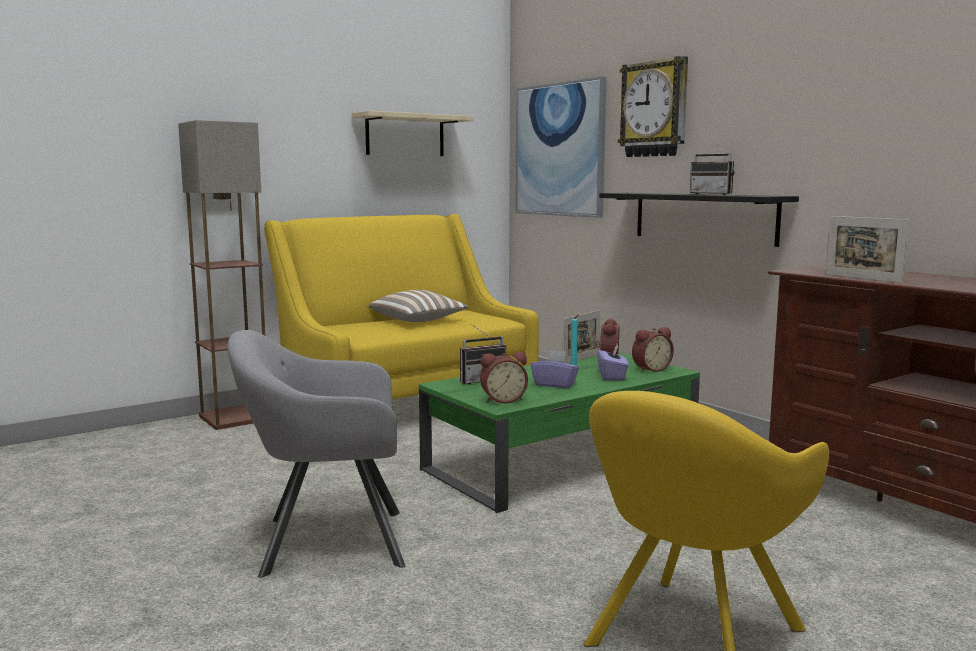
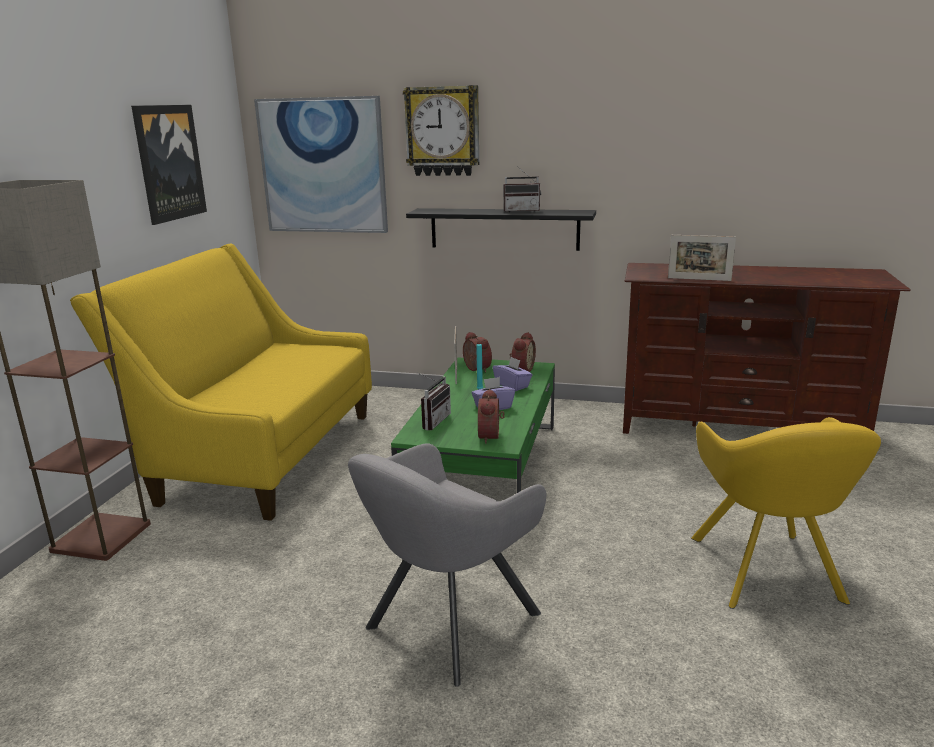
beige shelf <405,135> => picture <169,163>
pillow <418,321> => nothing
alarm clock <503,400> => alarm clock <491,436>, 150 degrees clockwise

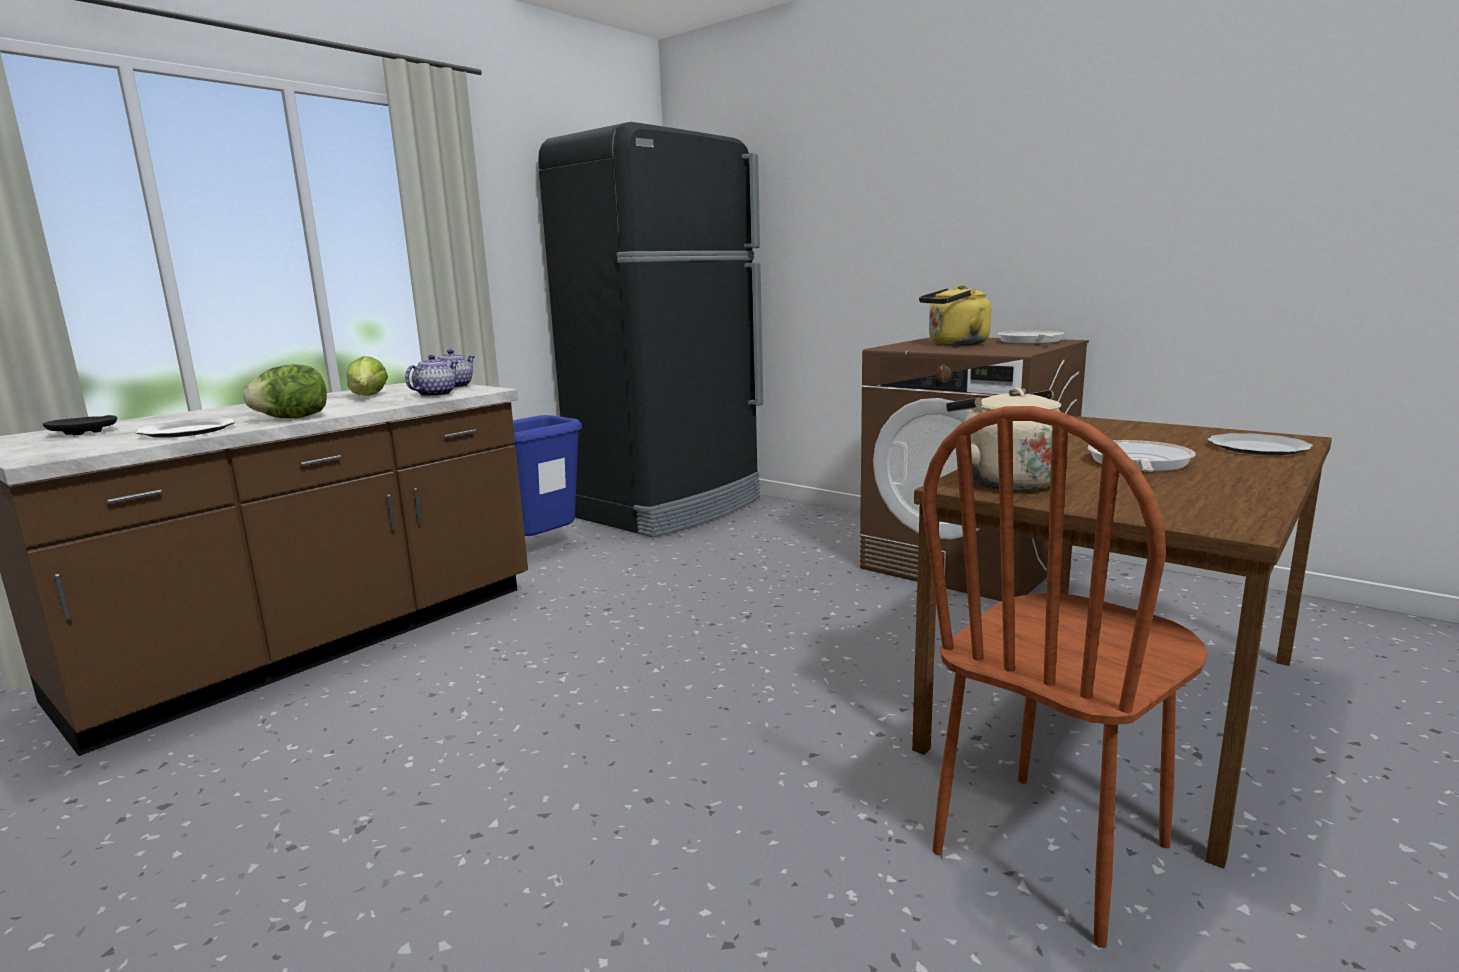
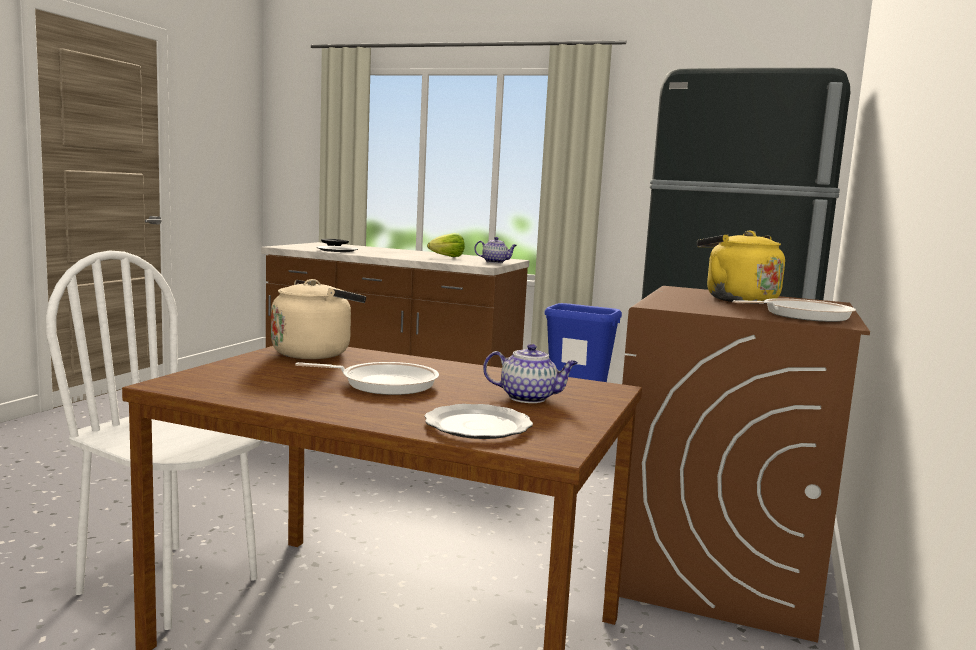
lettuce <293,418> => nothing
teapot <436,394> => teapot <529,398>, shifted
brown chair <1052,850> => white chair <170,585>

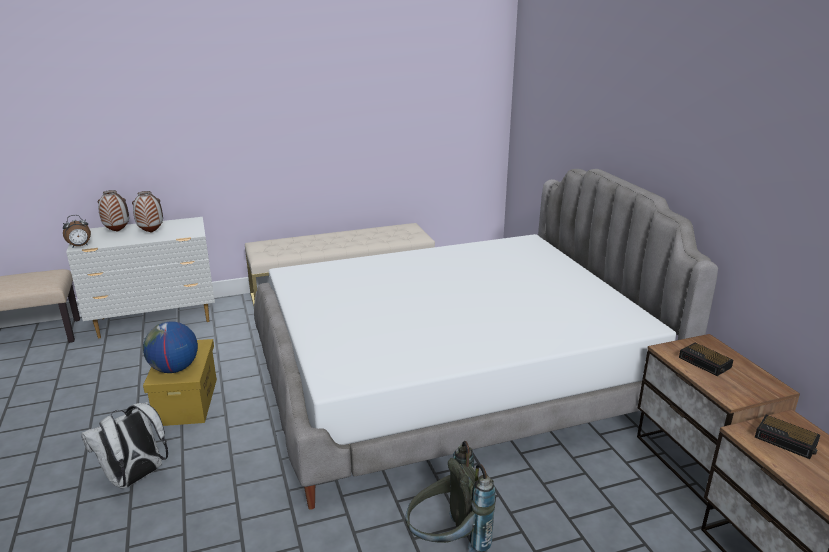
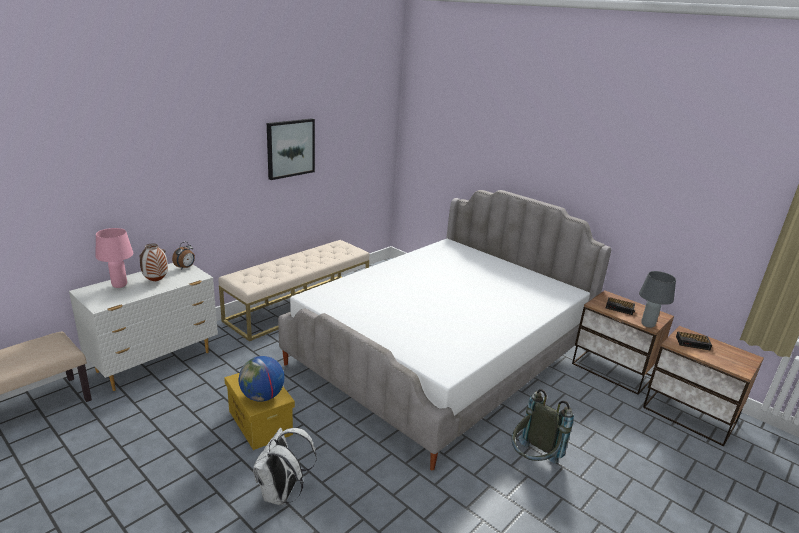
alarm clock <80,246> => alarm clock <185,267>, shifted
vase <117,231> => pink table lamp <119,285>
nothing => picture <290,148>
nothing => grey table lamp <647,324>

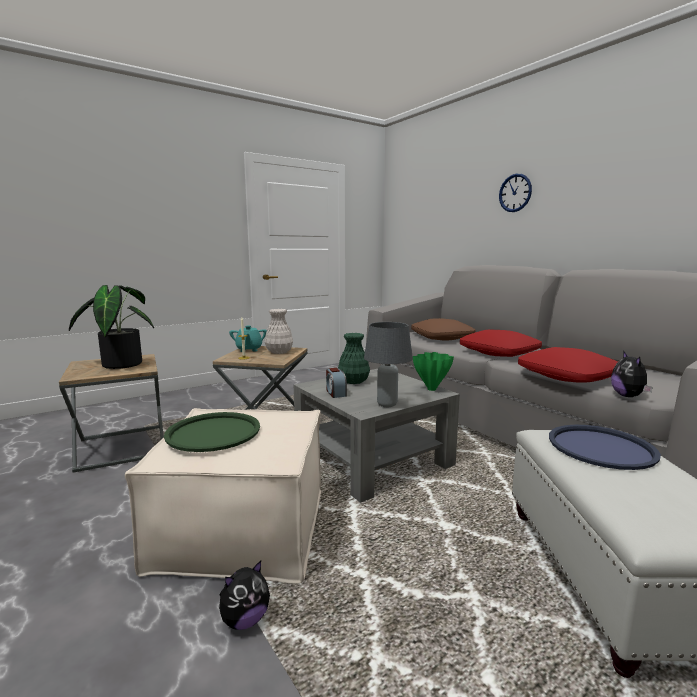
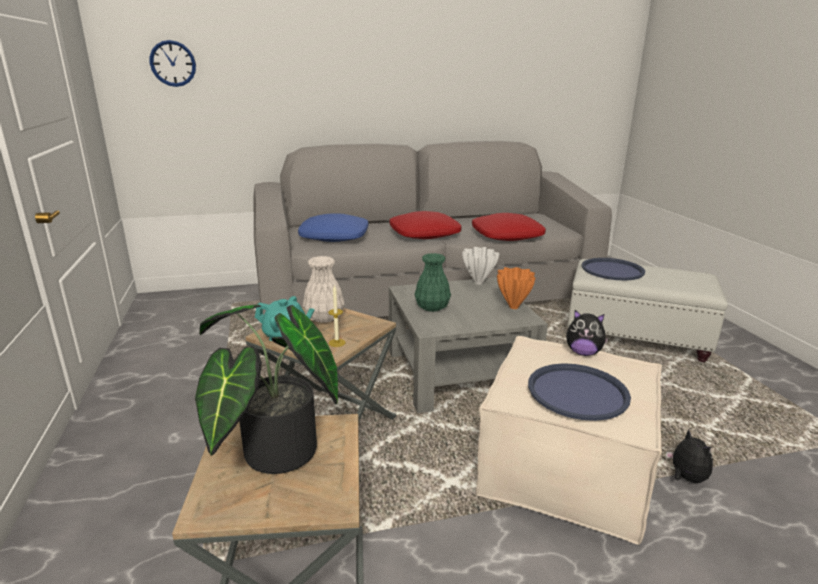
green tray <213,432> => blue tray <577,392>
alarm clock <335,393> => nothing
grey table lamp <387,405> => orange vase <513,307>
brown pillow <442,337> => blue pillow <334,237>
green vase <432,389> => white vase <478,282>
wall clock <515,193> => wall clock <173,63>, shifted
plush toy <628,396> => plush toy <583,353>, shifted

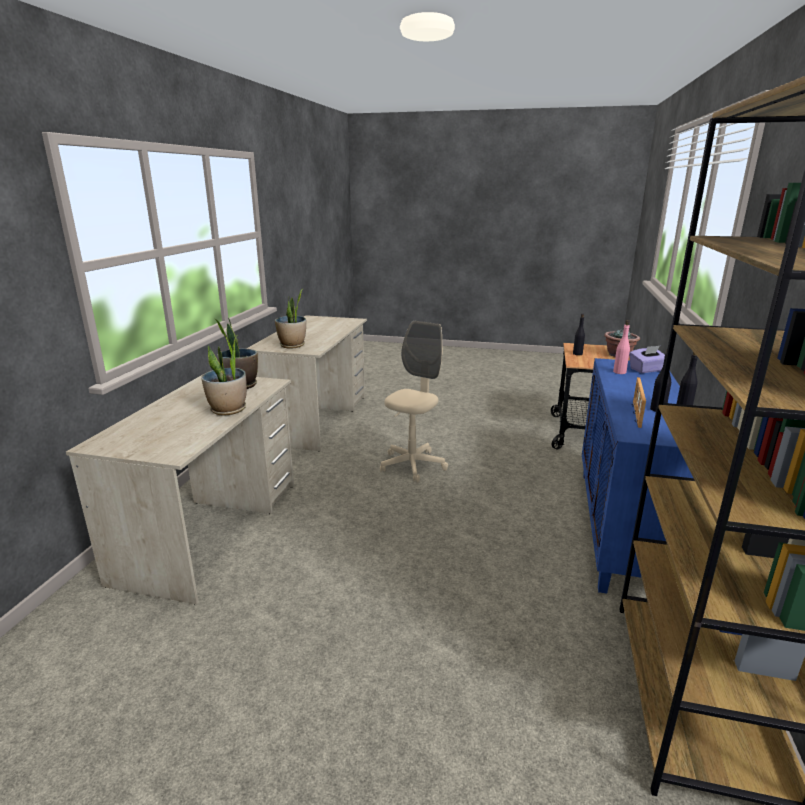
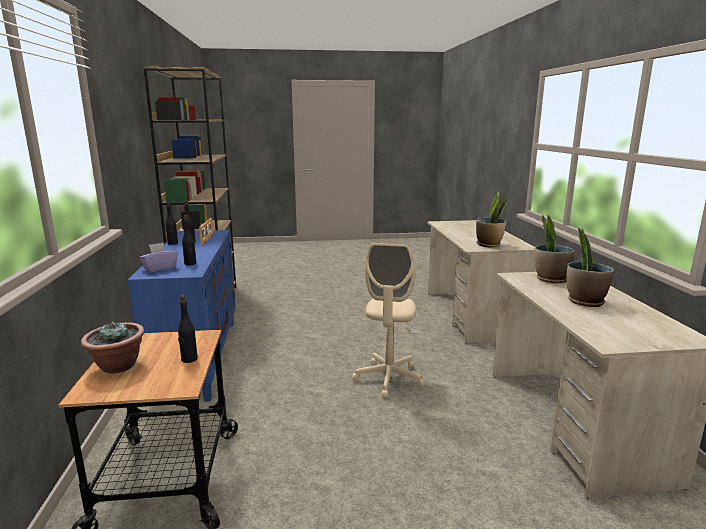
potted plant <228,410> => potted plant <584,301>, shifted
pink bottle <619,372> => black bottle <190,264>

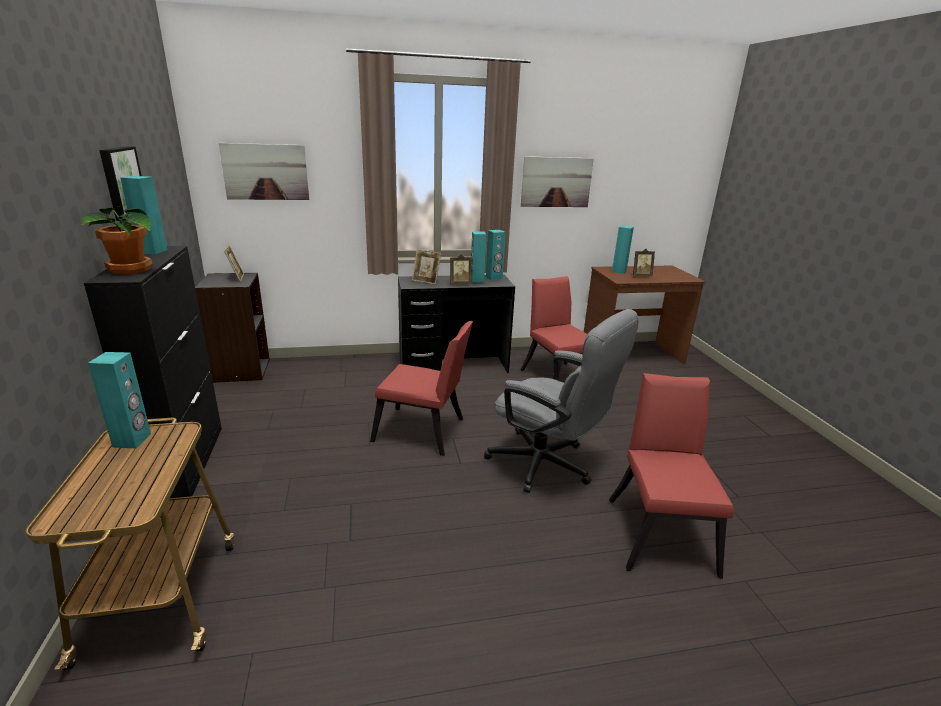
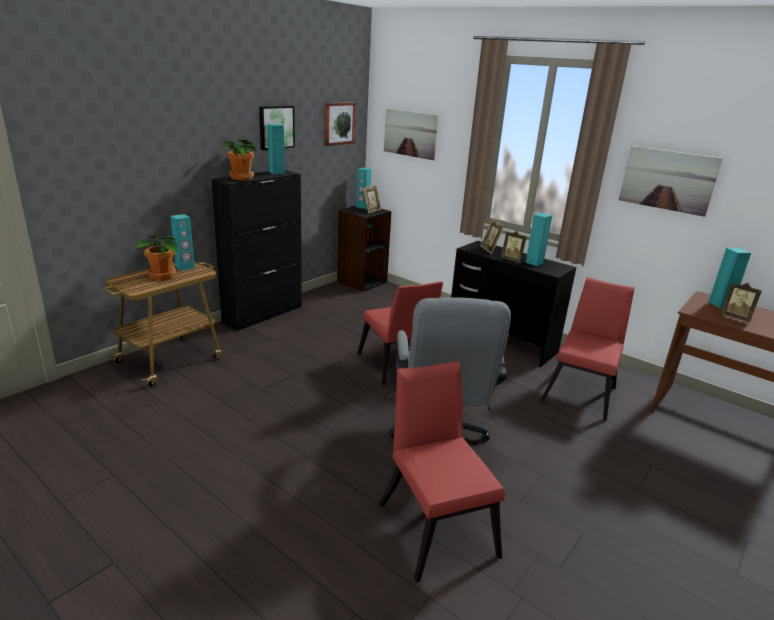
turquoise speaker <494,278> => turquoise speaker <362,207>, shifted
red chair <660,530> => red chair <435,523>, 75 degrees counterclockwise
nothing => potted plant <162,276>
nothing => picture <338,123>

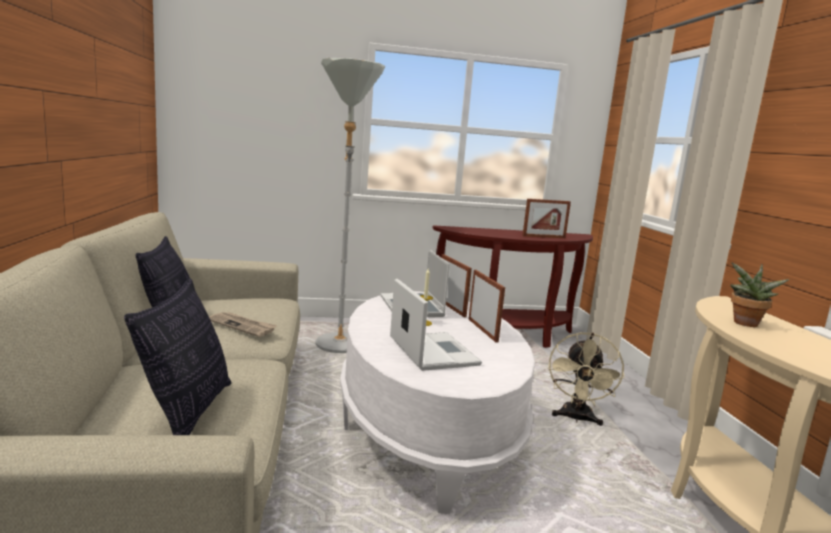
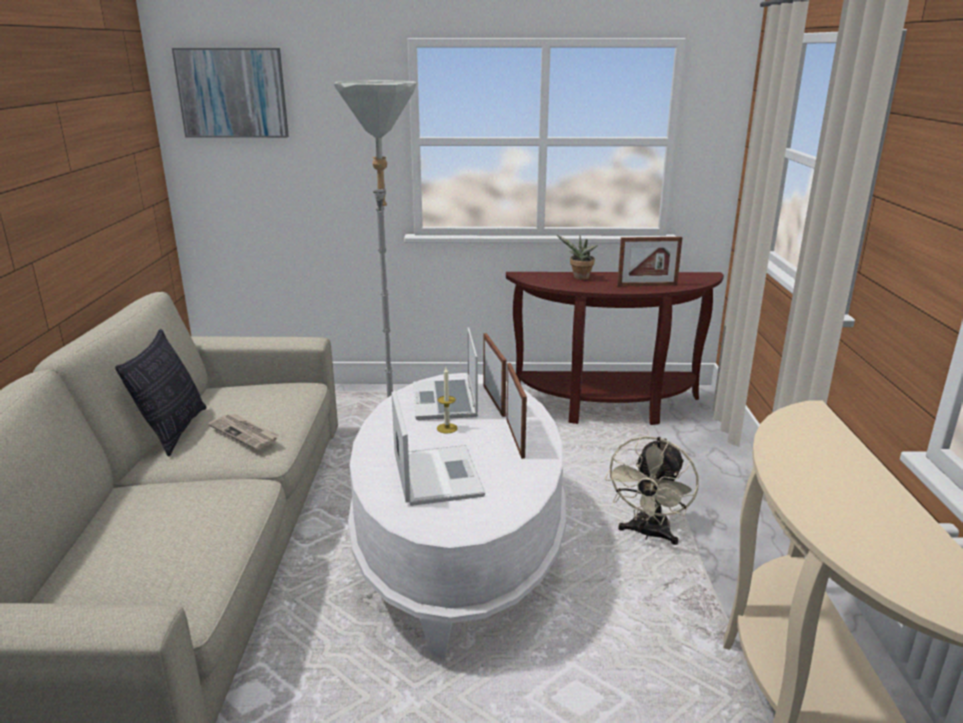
pillow <188,413> => nothing
potted plant <745,324> => potted plant <579,278>, shifted
nothing => picture <232,93>

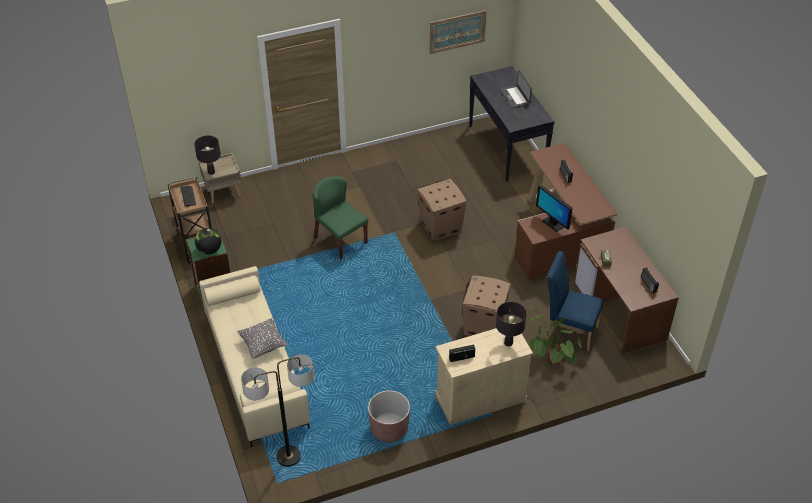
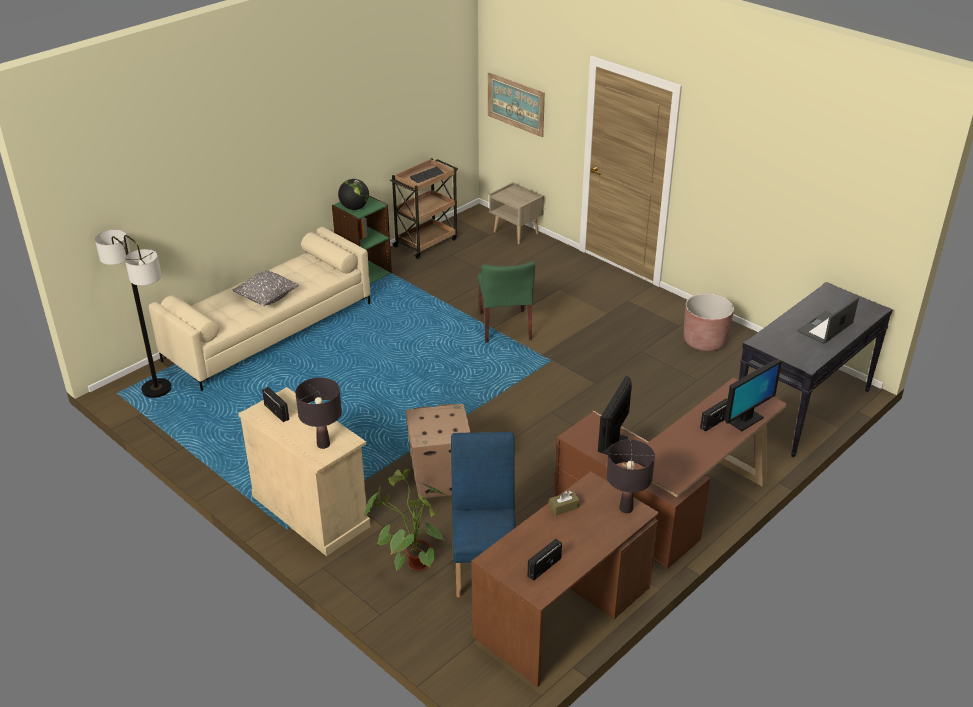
black table lamp <211,172> => black table lamp <626,509>, shifted
green chair <340,240> => green chair <505,326>, 150 degrees clockwise
brown planter <389,429> => brown planter <704,341>, shifted
cardboard box <440,227> => nothing
picture <457,31> => picture <516,104>, shifted
nothing => monitor <745,420>

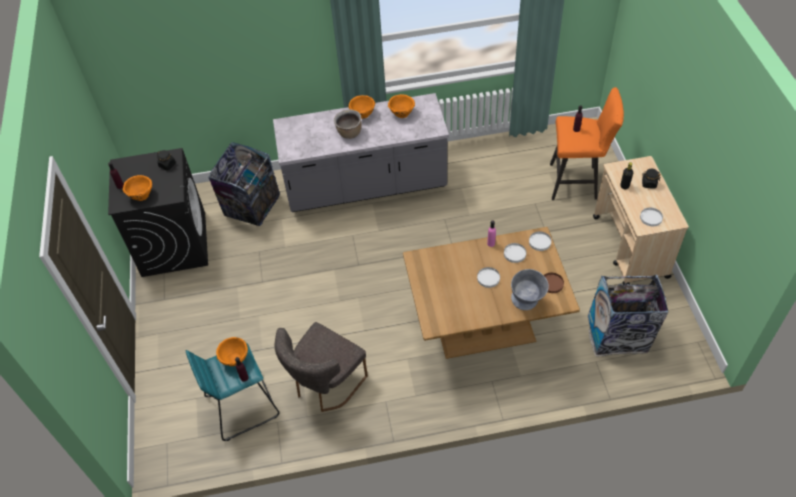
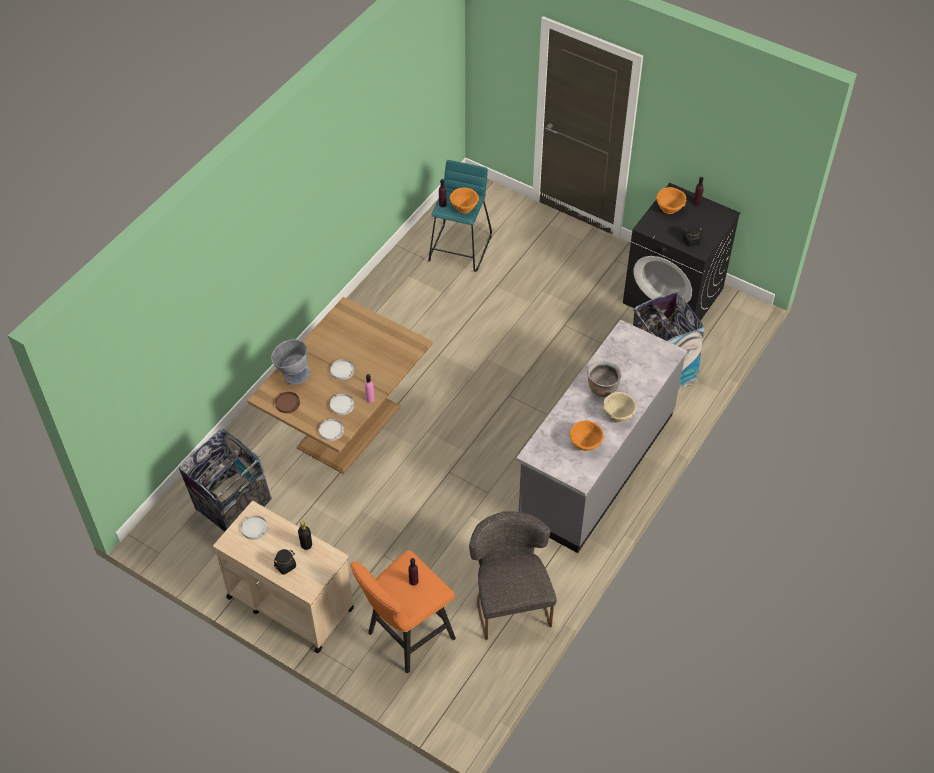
grey chair <325,385> => grey chair <510,601>, shifted
orange bowl <362,114> => beige bowl <618,415>

